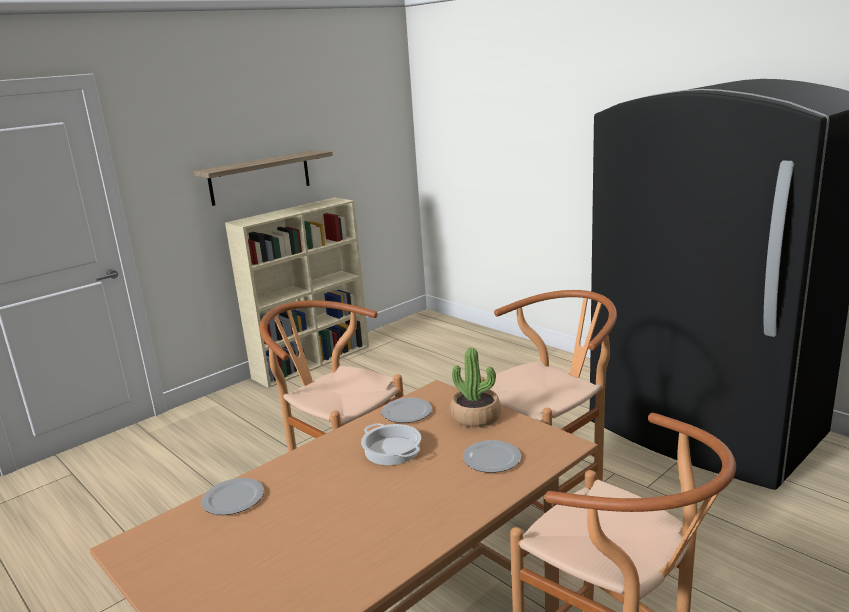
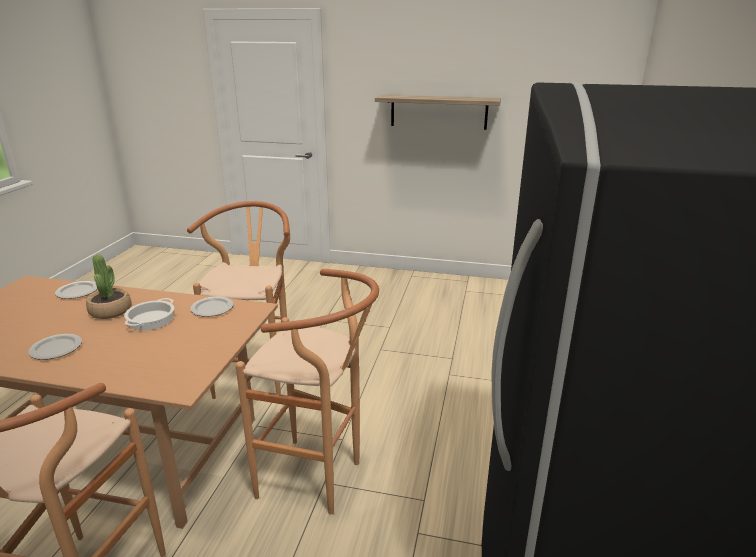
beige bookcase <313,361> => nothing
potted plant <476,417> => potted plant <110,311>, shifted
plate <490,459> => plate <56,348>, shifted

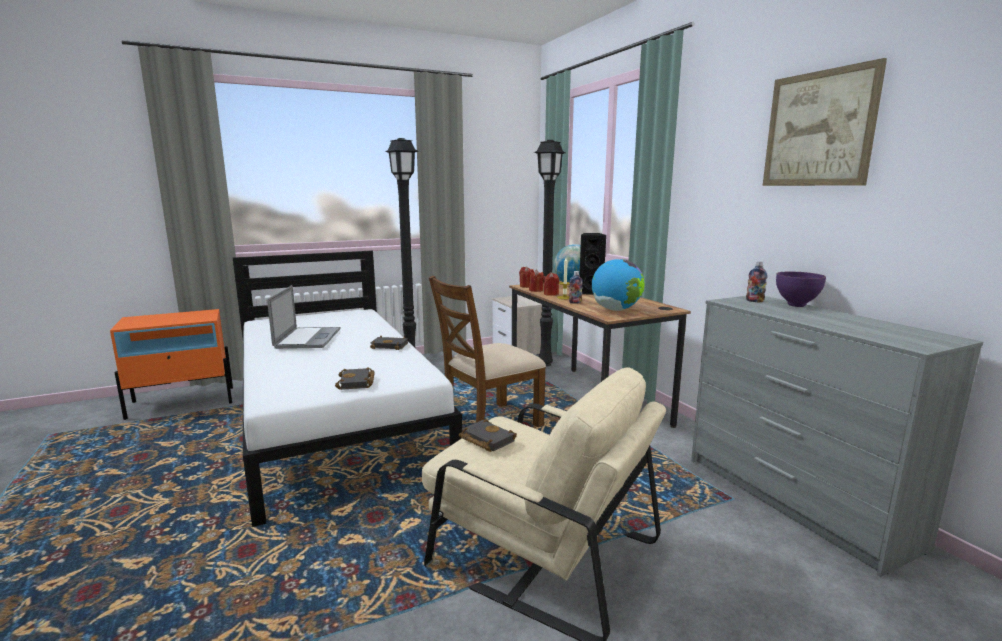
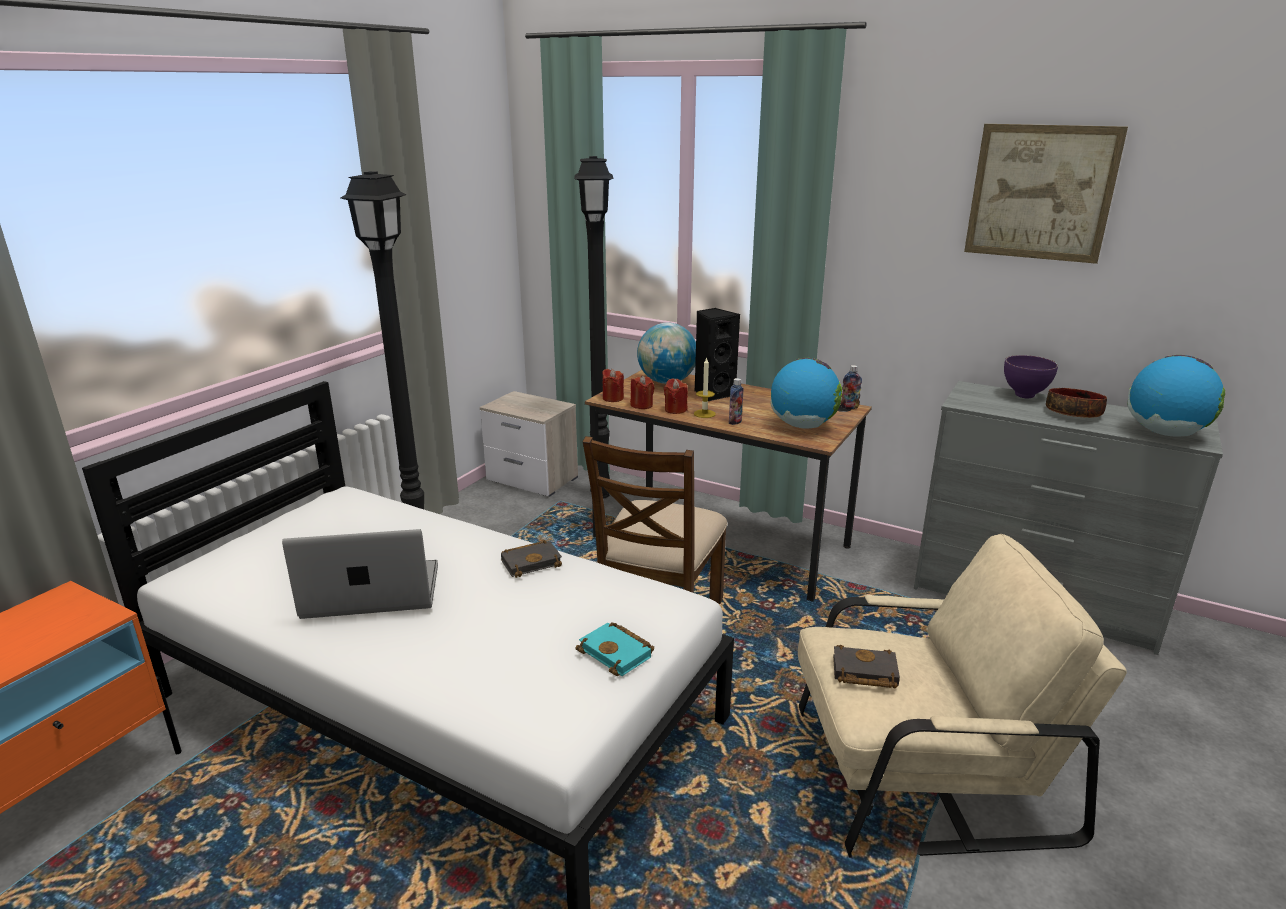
laptop <308,338> => laptop <372,591>, 60 degrees counterclockwise
black book <357,383> => turquoise book <618,653>
bottle <754,301> => bottle <849,407>, shifted
nothing => bowl <1073,413>
nothing => globe <1165,433>

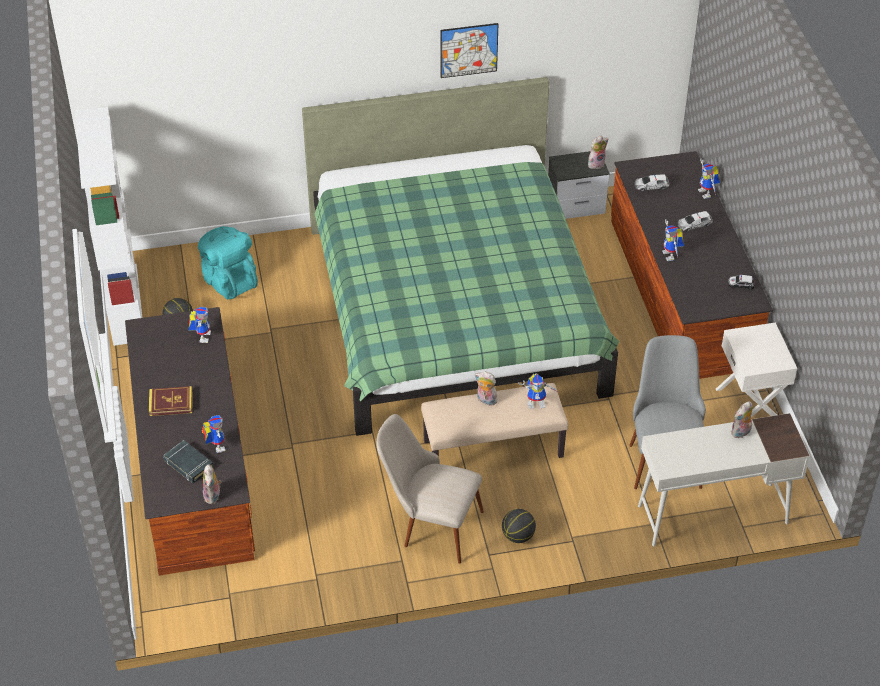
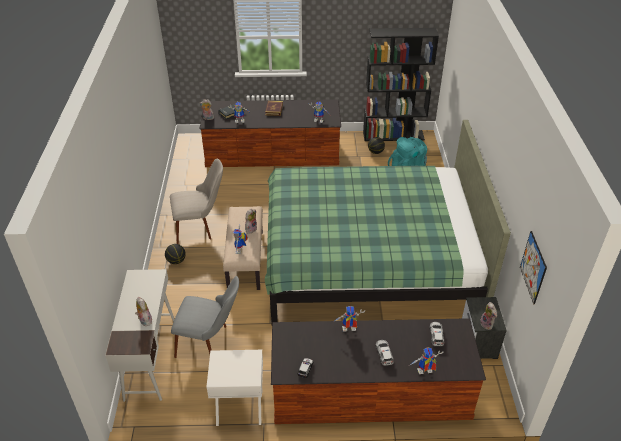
white bookcase <124,304> => black bookcase <393,135>
beige chair <430,524> => beige chair <200,227>, 45 degrees clockwise
picture <469,50> => picture <533,267>, shifted

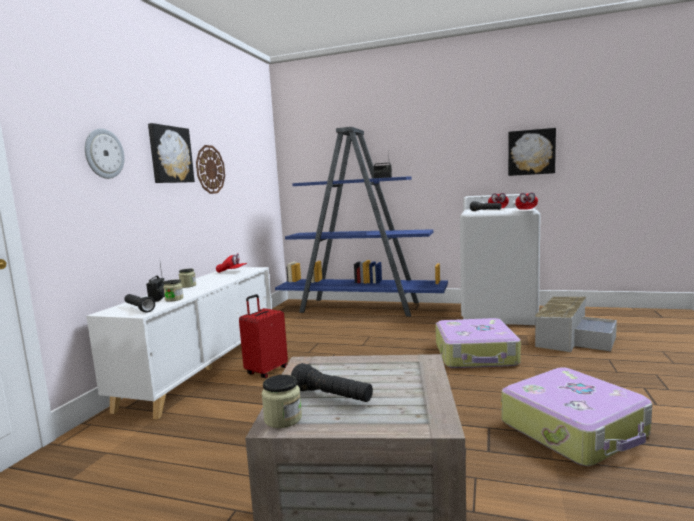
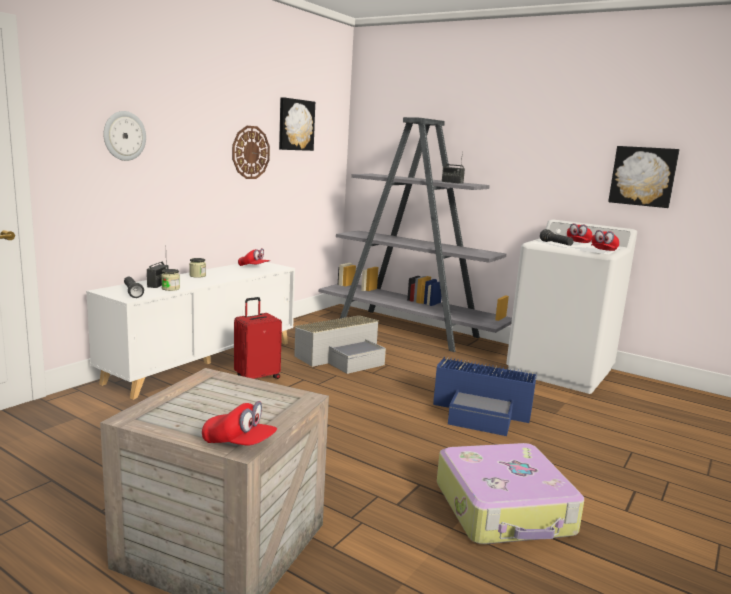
picture <170,154> => picture <295,125>, shifted
jar <283,419> => nothing
blue bookcase <362,307> => grey bookcase <410,330>
black flashlight <332,397> => nothing
suitcase <476,355> => blue storage box <483,411>
grey storage box <571,338> => grey storage box <343,357>, shifted
nothing => red cap <239,443>

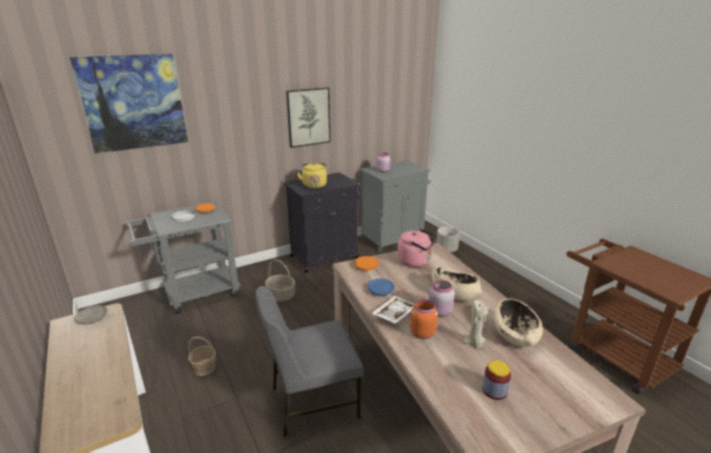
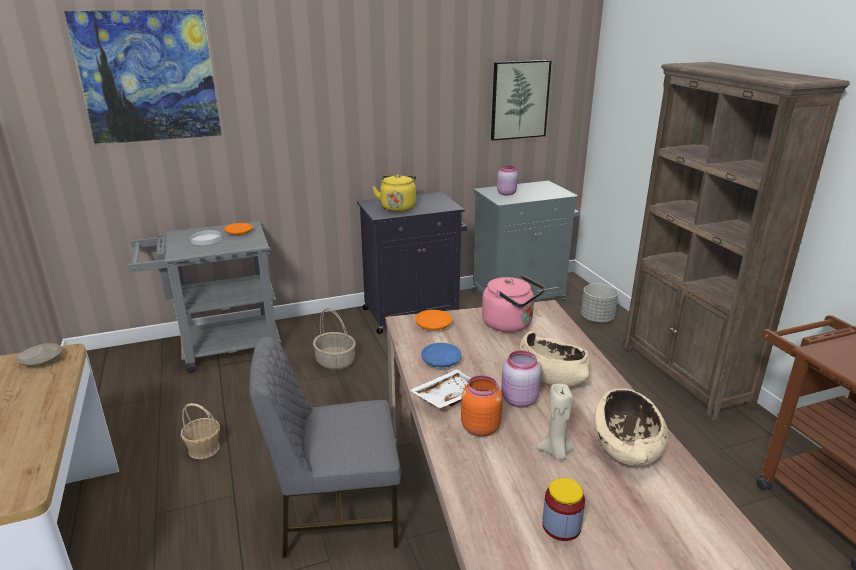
picture <308,117> => picture <519,100>, shifted
nothing => brown bookcase <684,377>

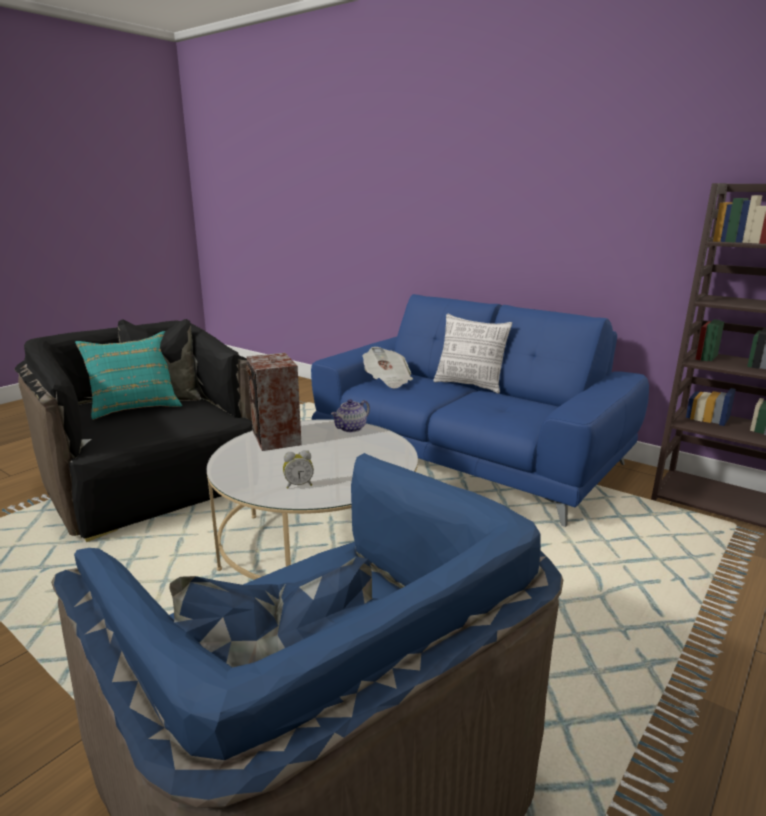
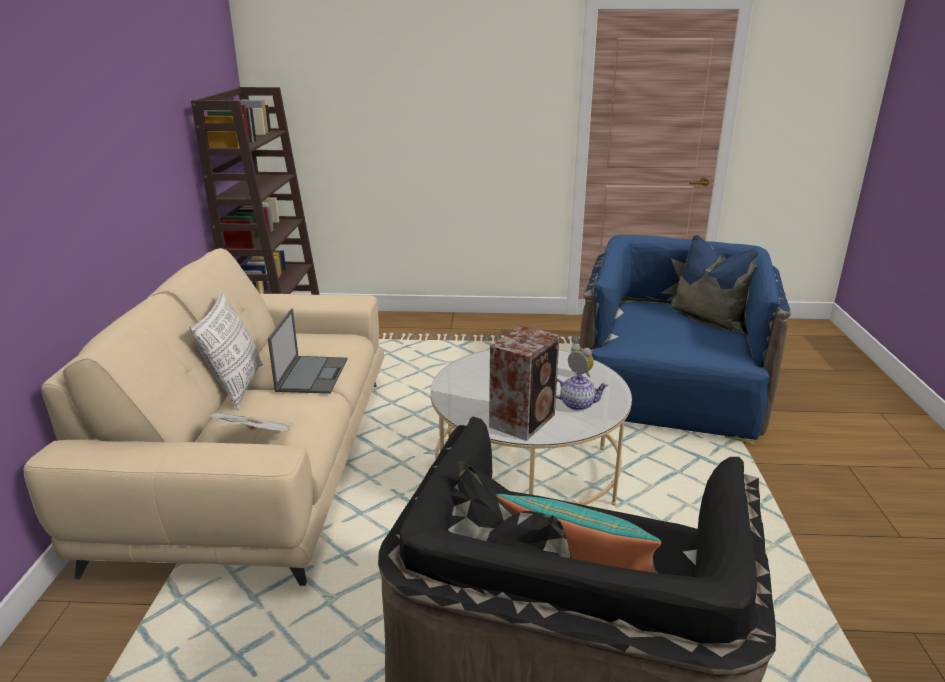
blue sofa <469,455> => beige sofa <257,462>
teapot <351,428> => teapot <577,404>, shifted
nothing => laptop <312,374>

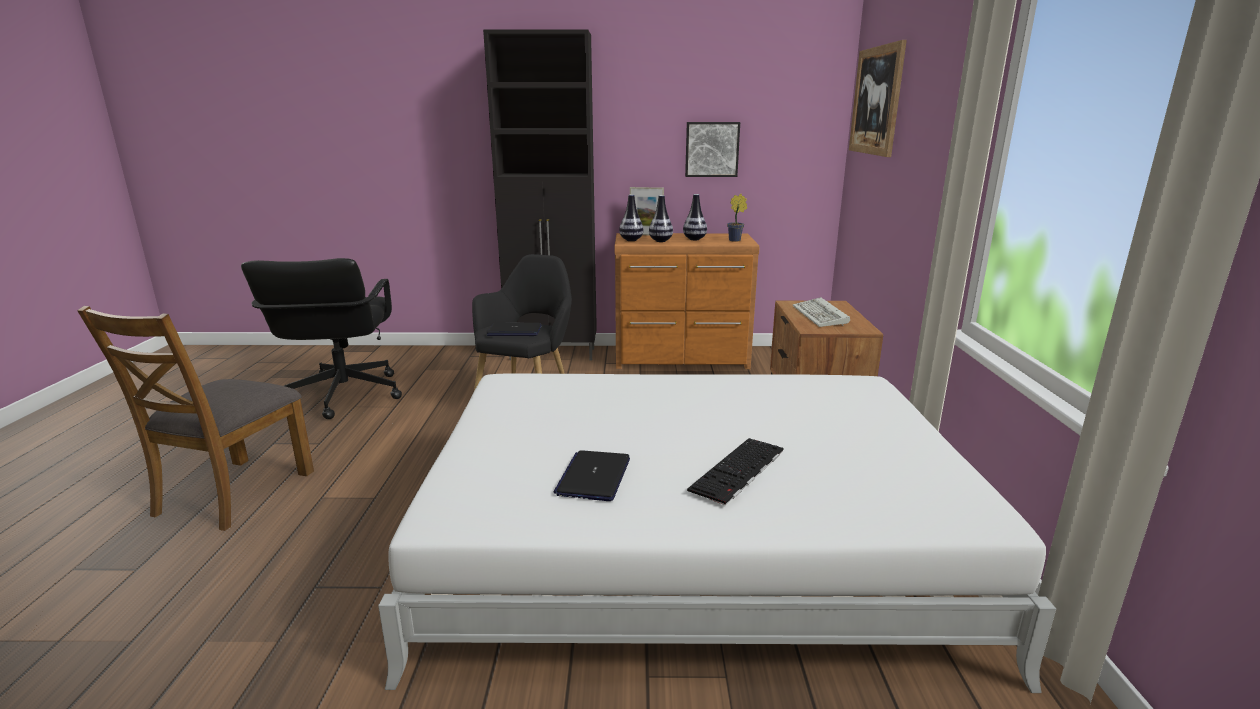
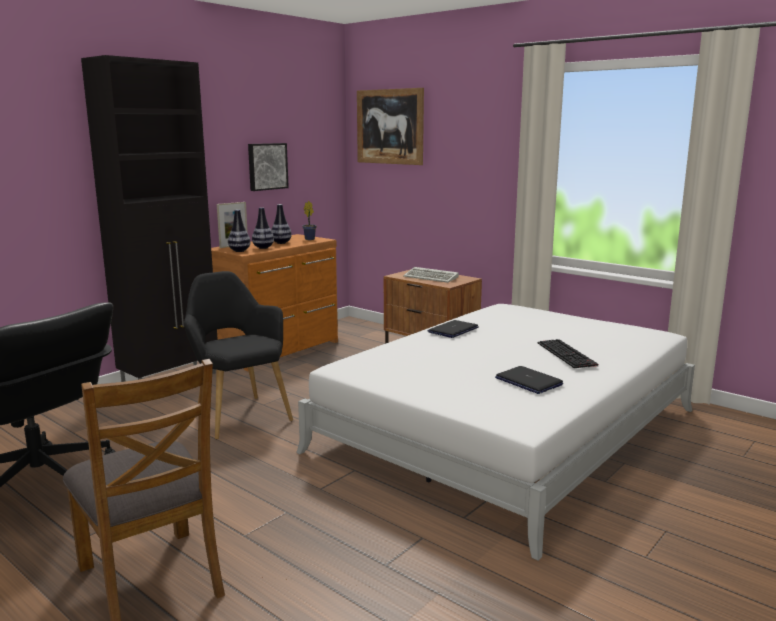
laptop <515,331> => laptop <453,330>, shifted

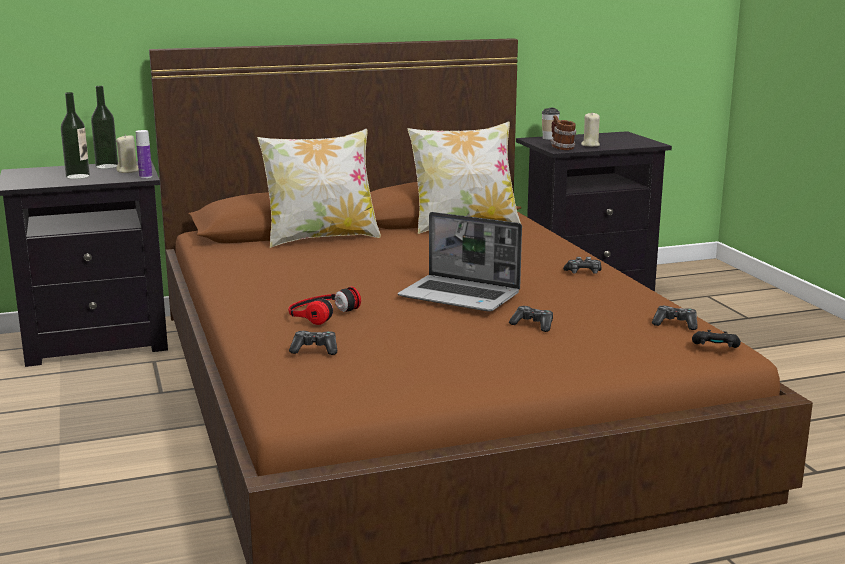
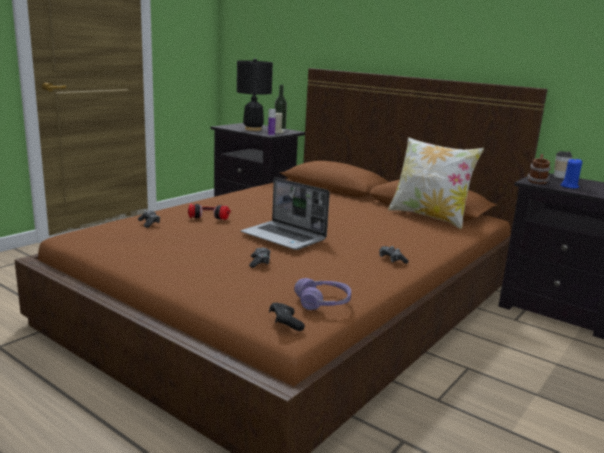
bottle <78,176> => black table lamp <253,129>
pillow <321,238> => nothing
laptop <461,296> => laptop <285,237>, 45 degrees counterclockwise
beige candle <590,145> => blue candle <569,186>
game controller <675,324> => purple headphones <323,303>

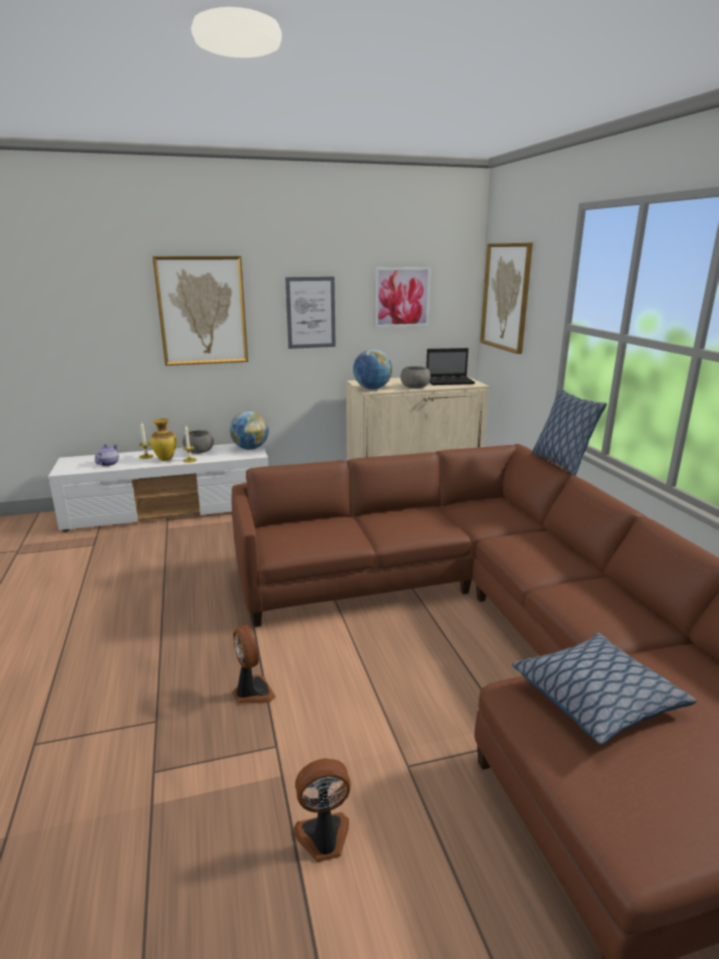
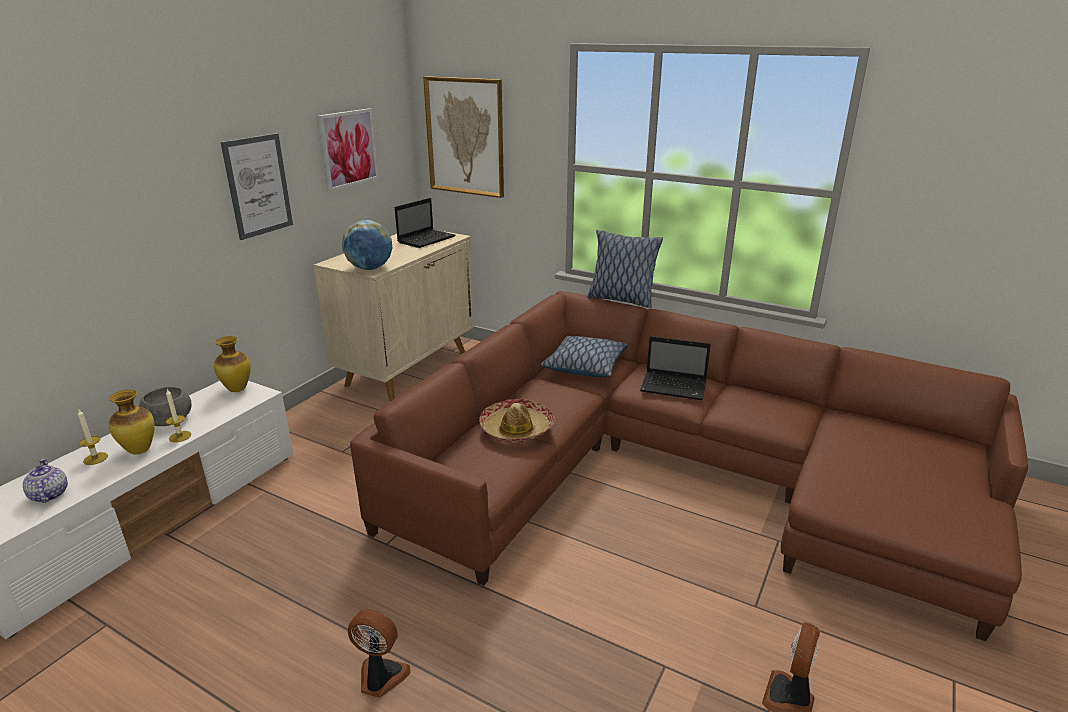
picture <202,311> => nothing
globe <250,448> => vase <236,389>
fan <252,692> => fan <380,678>, shifted
grey bowl <415,387> => nothing
pillow <596,698> => pillow <584,365>, shifted
nothing => hat <516,429>
nothing => laptop <675,387>

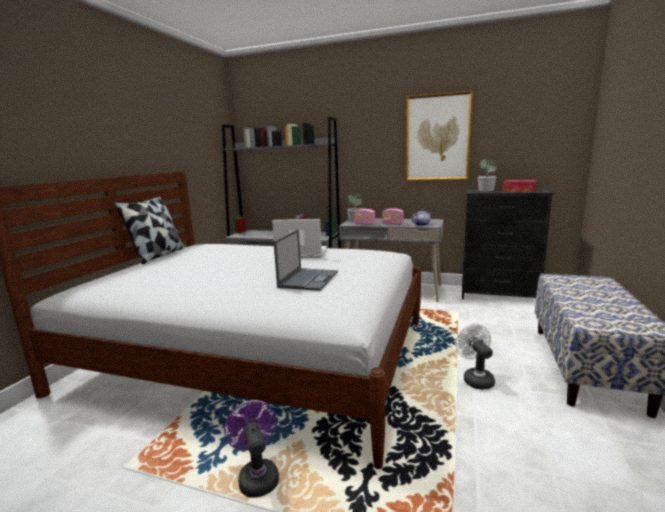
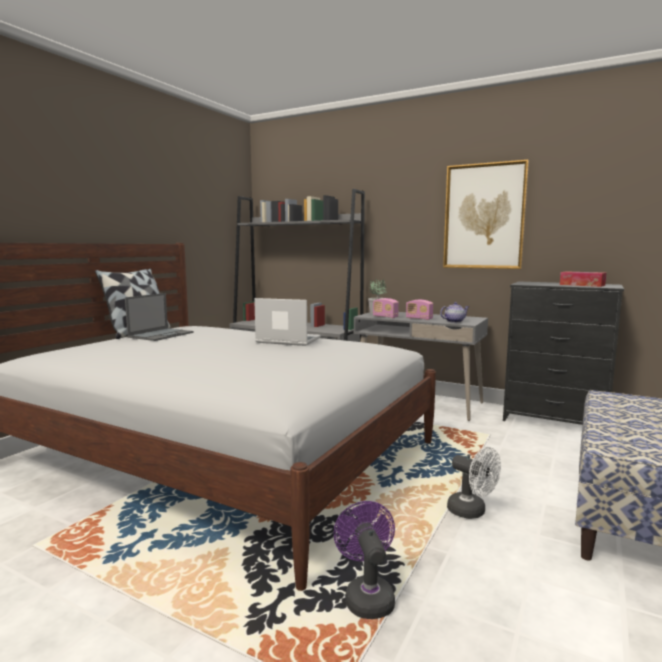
purple fan <257,476> => purple fan <367,596>, shifted
laptop <309,279> => laptop <161,335>, shifted
white fan <475,379> => white fan <472,512>, 135 degrees clockwise
potted plant <485,190> => nothing

